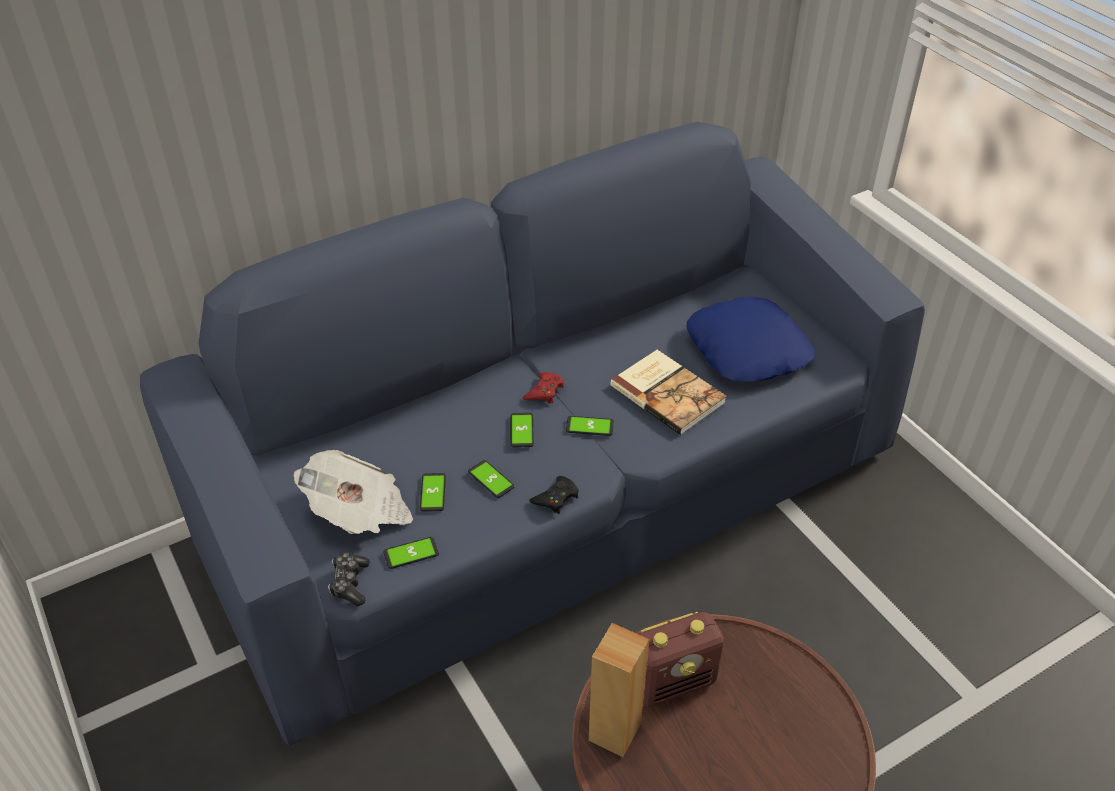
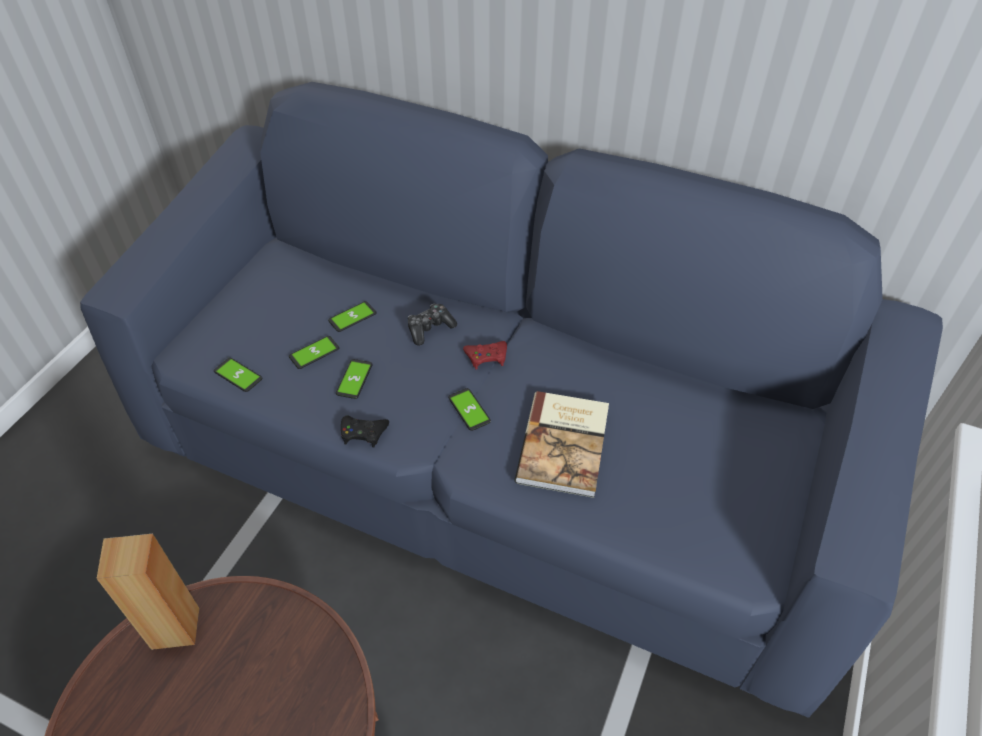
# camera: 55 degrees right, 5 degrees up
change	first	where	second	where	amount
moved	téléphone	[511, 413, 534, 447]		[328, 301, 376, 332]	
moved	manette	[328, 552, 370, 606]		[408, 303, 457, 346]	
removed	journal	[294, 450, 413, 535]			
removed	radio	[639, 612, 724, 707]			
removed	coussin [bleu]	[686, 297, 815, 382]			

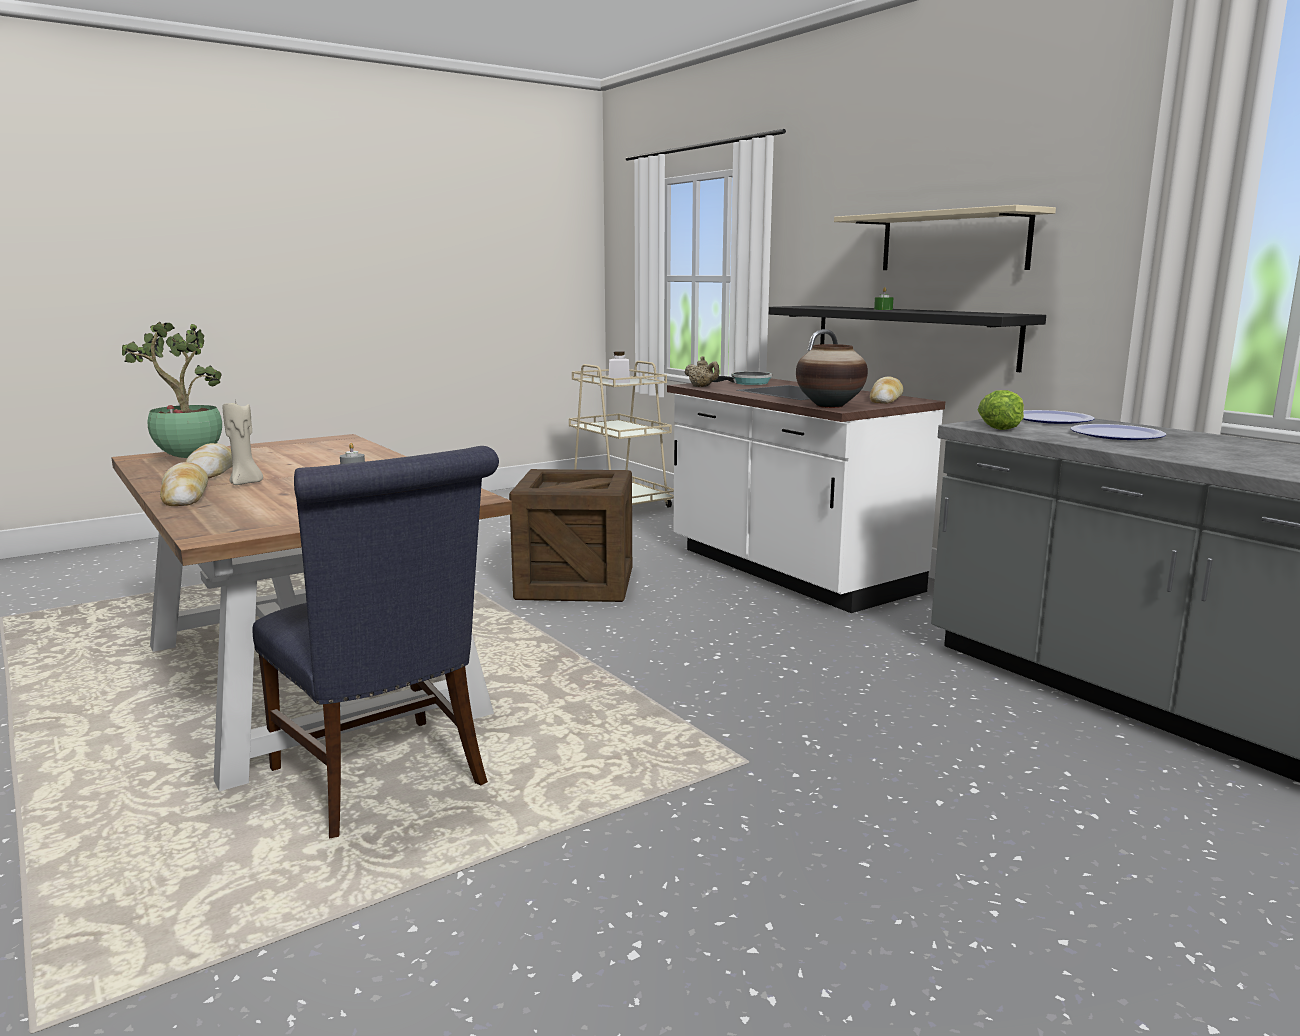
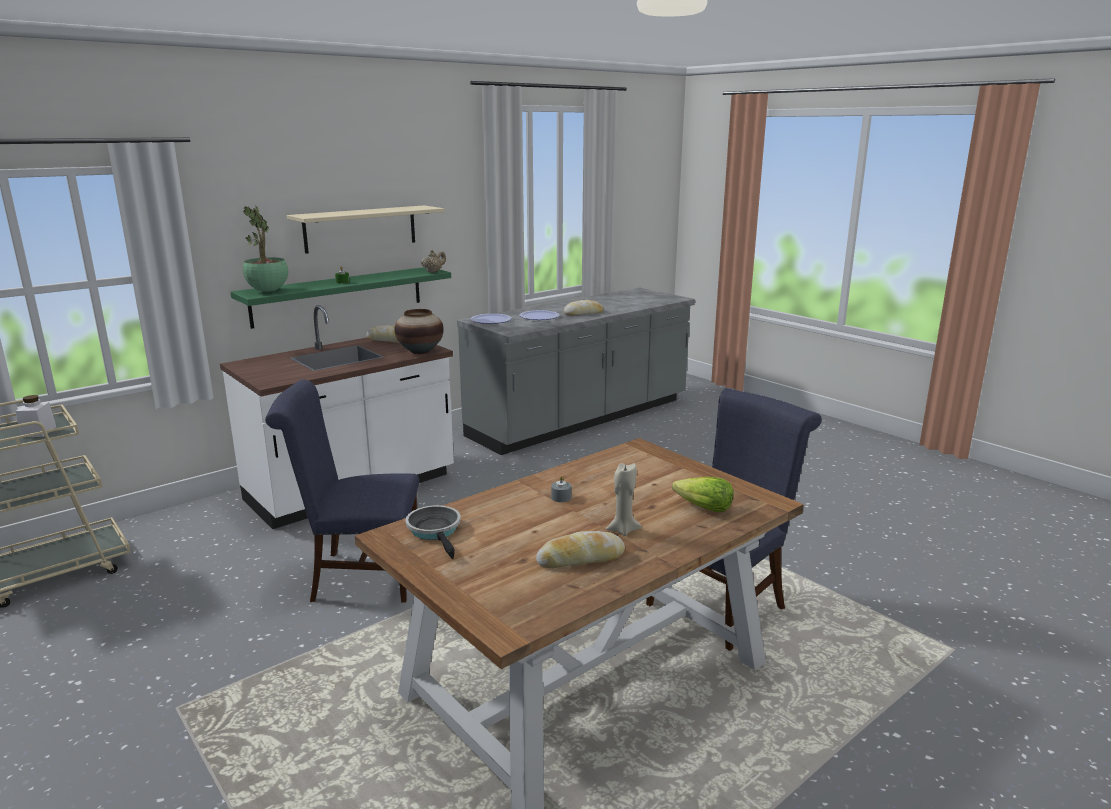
# camera: 95 degrees left, 5 degrees up
change	first	where	second	where	amount
recoloured	étagère [noir]	[769, 306, 1046, 372]	étagère [vert]	[230, 267, 451, 329]	
moved	plante en pot	[122, 322, 222, 458]		[243, 205, 288, 292]	
replaced	caisse	[509, 469, 632, 602]	chaise [bleu]	[265, 379, 419, 603]	
moved	poêle	[713, 372, 772, 385]		[405, 505, 461, 559]	
moved	théière [beige]	[685, 356, 720, 387]		[421, 250, 446, 273]	
moved	pain	[160, 462, 208, 506]		[564, 300, 603, 315]	
moved	laitue	[978, 390, 1024, 430]		[672, 477, 734, 512]	

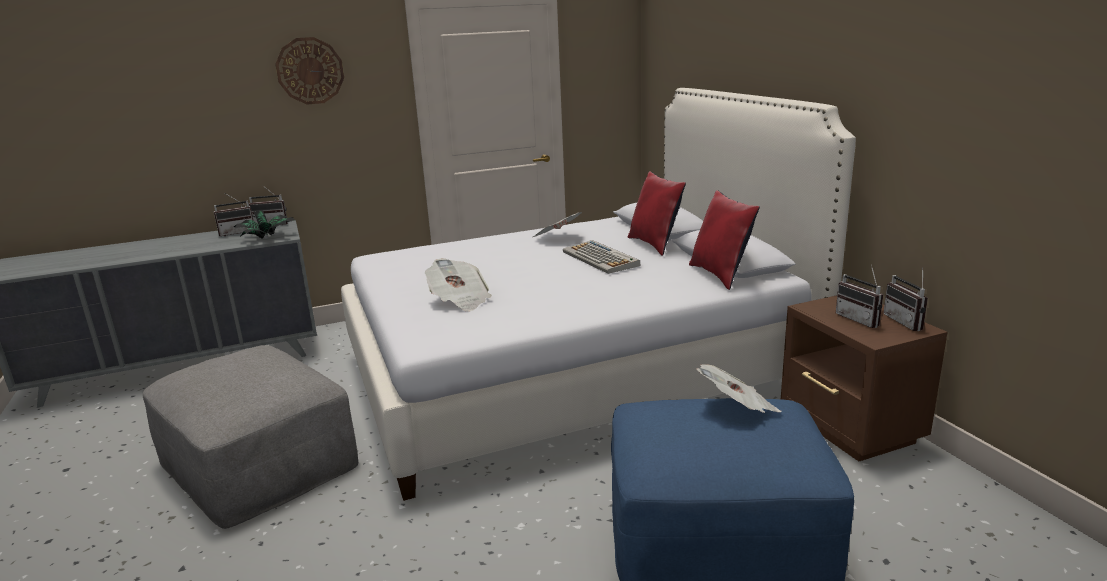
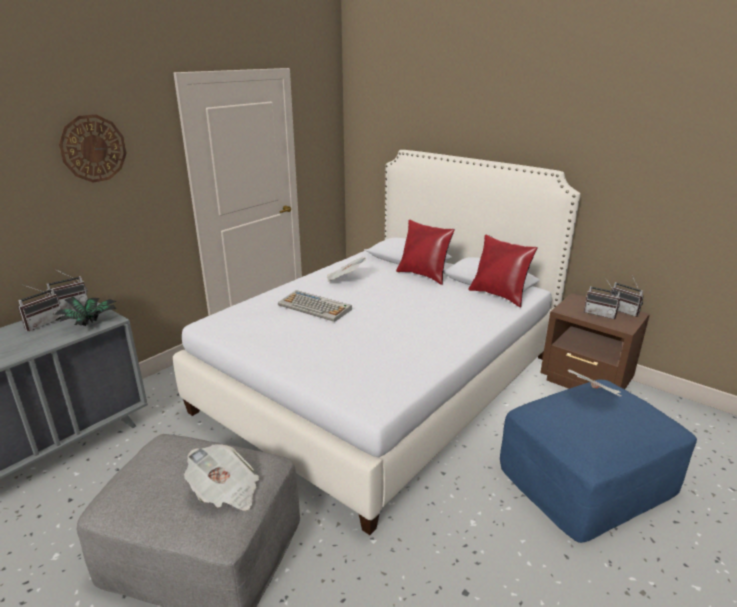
# camera: 30 degrees left, 5 degrees up
change	first	where	second	where	amount
moved	journal	[425, 258, 492, 312]		[184, 444, 259, 511]	
moved	clavier	[563, 240, 640, 274]		[278, 290, 352, 322]	

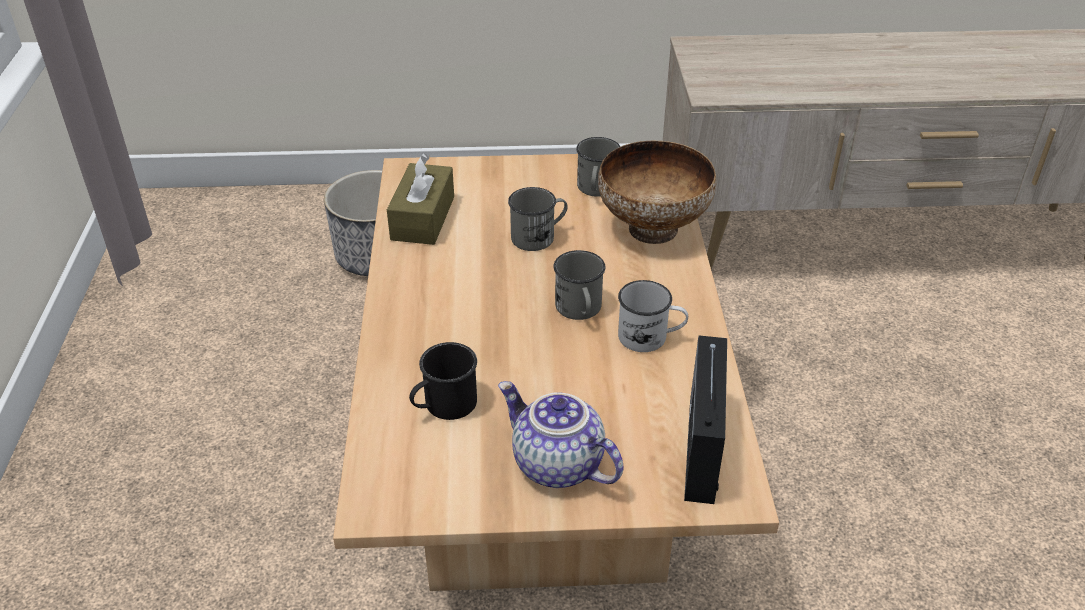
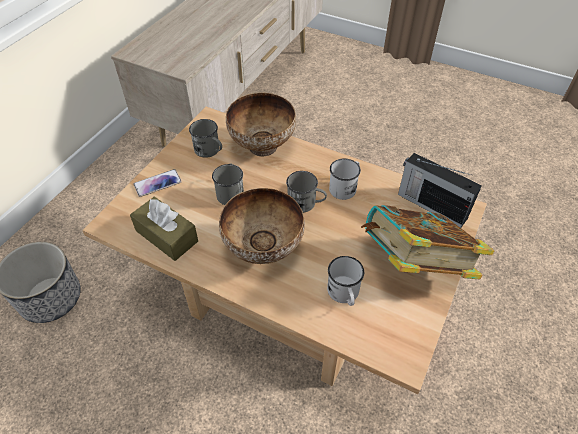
# camera: 60 degrees left, 10 degrees up
change	first	where	second	where	amount
added			téléphone	[134, 169, 182, 197]	
added			bol	[219, 188, 305, 264]	
recoloured	mug [noir]	[409, 342, 477, 420]	mug [blanc]	[327, 256, 364, 306]	
replaced	théière	[498, 381, 624, 488]	livre	[361, 205, 494, 280]	

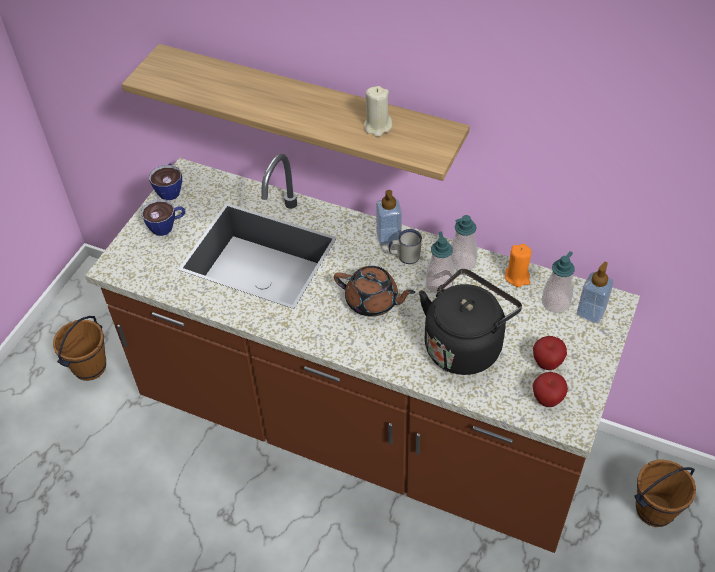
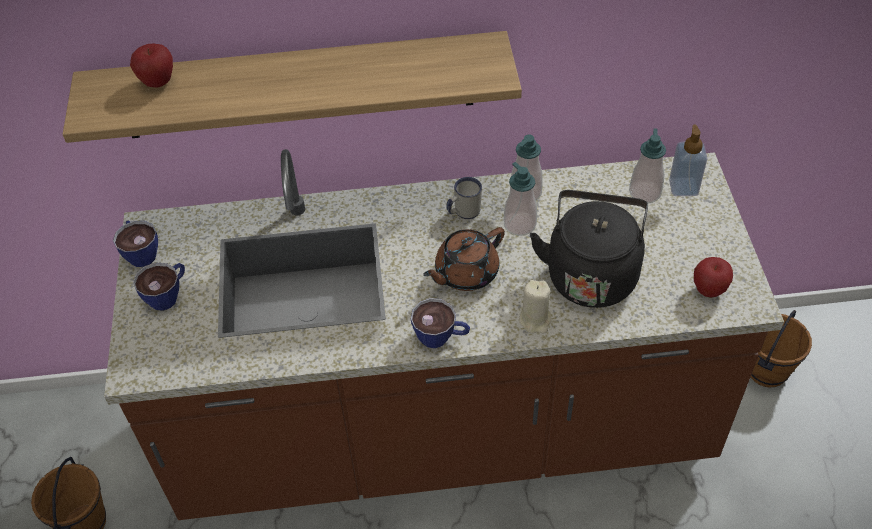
# camera: 30 degrees left, 0 degrees up
change	first	where	second	where	amount
moved	pomme	[533, 336, 567, 370]		[130, 44, 173, 88]	
added			tasse	[411, 298, 470, 348]	
turned	théière [marron]	[334, 266, 415, 317]		[423, 227, 505, 291]	150 degrees clockwise
moved	bougie [beige]	[364, 86, 392, 137]		[519, 280, 552, 334]	
removed	distributeur de savon	[376, 190, 402, 245]			
removed	bougie [orange]	[505, 244, 531, 287]			

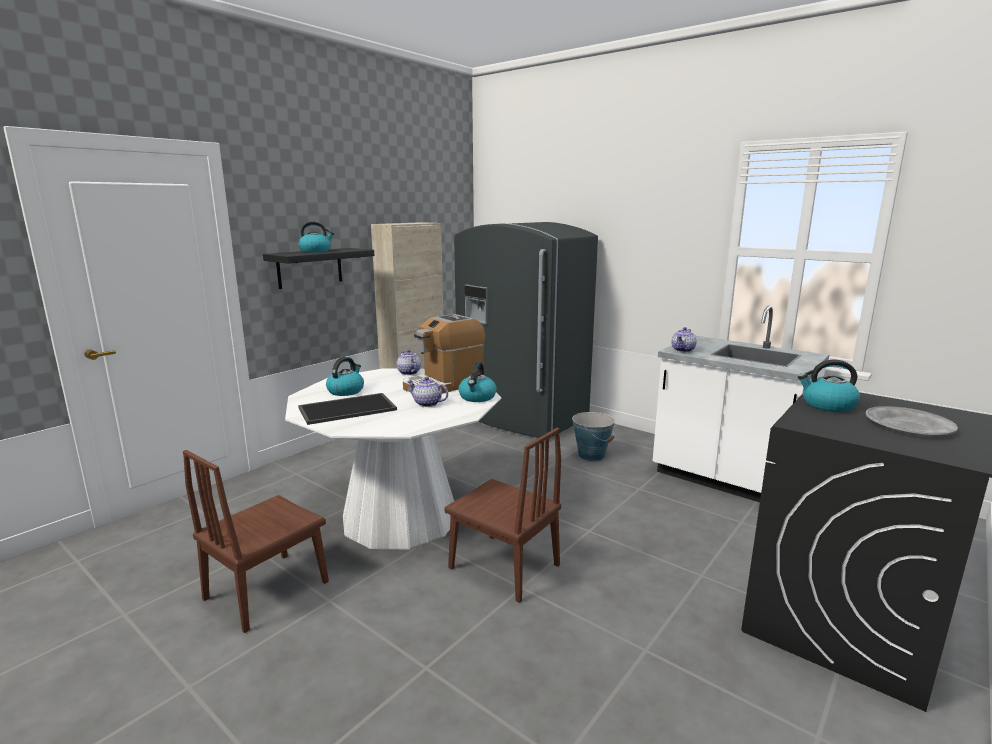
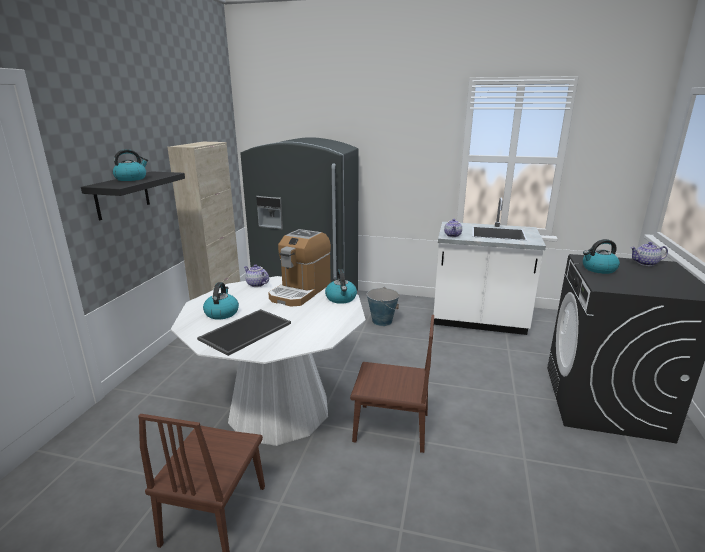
# camera: 25 degrees left, 5 degrees up
change	first	where	second	where	amount
moved	théière	[407, 377, 448, 407]		[630, 242, 668, 266]	
removed	assiette [gris]	[865, 406, 958, 435]			

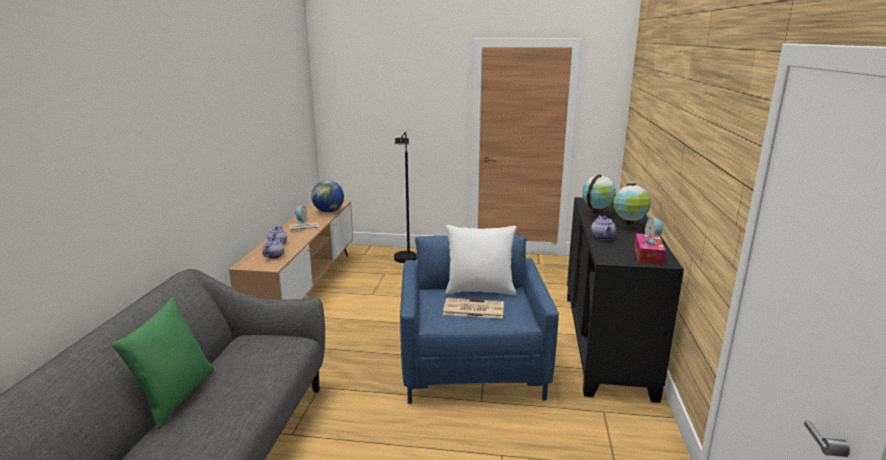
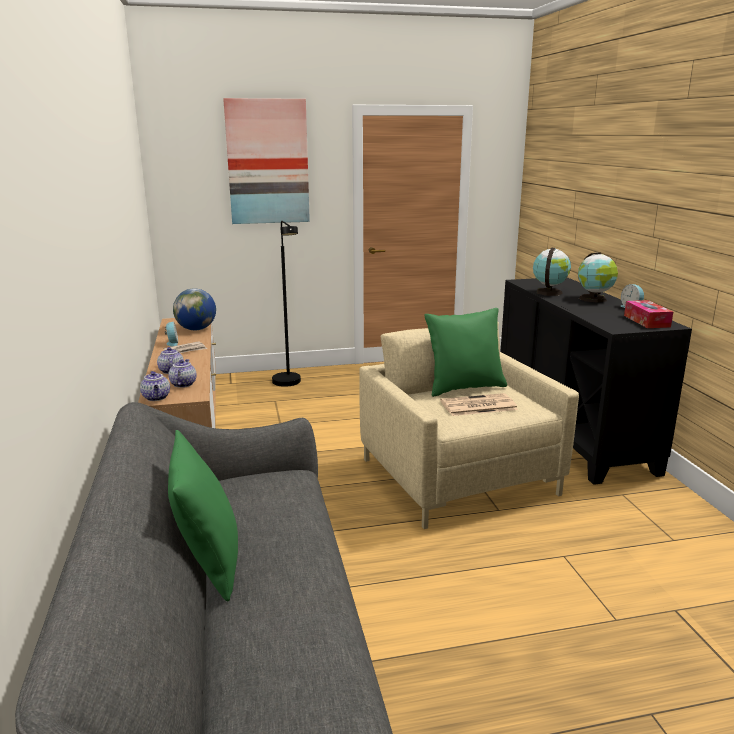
# camera: 20 degrees left, 0 degrees up
change	first	where	second	where	amount
moved	théière	[591, 215, 616, 240]		[140, 371, 170, 401]	
added			tableau	[223, 98, 310, 224]	
recoloured	fauteuil [bleu]	[400, 236, 559, 404]	fauteuil [beige]	[359, 322, 579, 529]	
recoloured	coussin [blanc]	[445, 225, 517, 295]	coussin [vert]	[424, 308, 507, 397]	

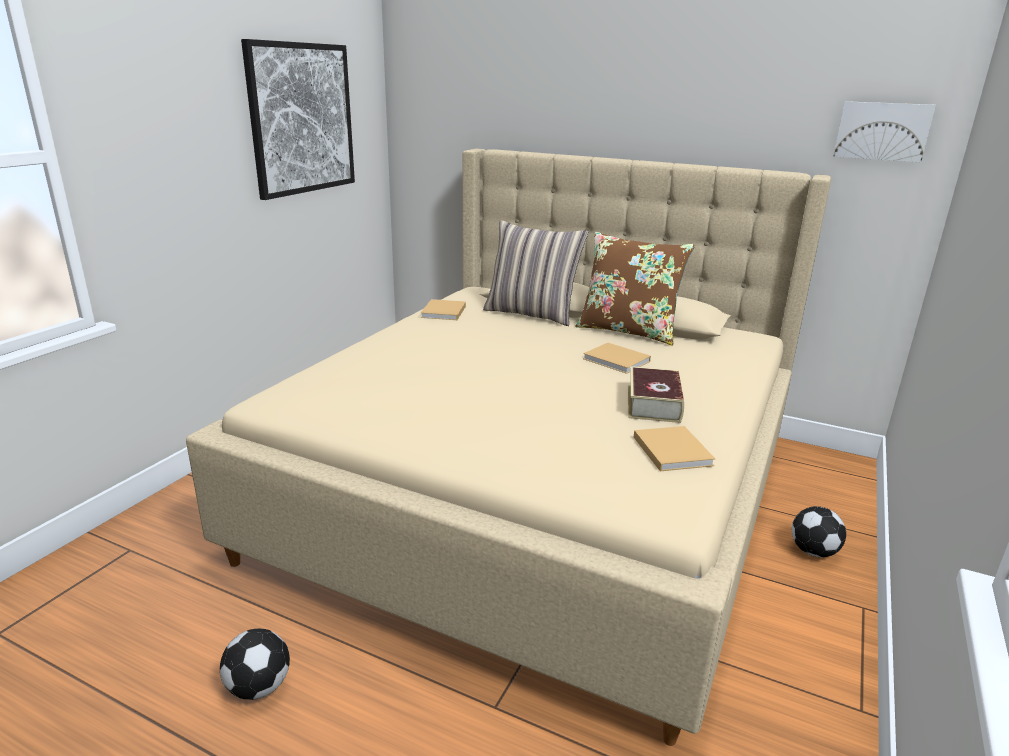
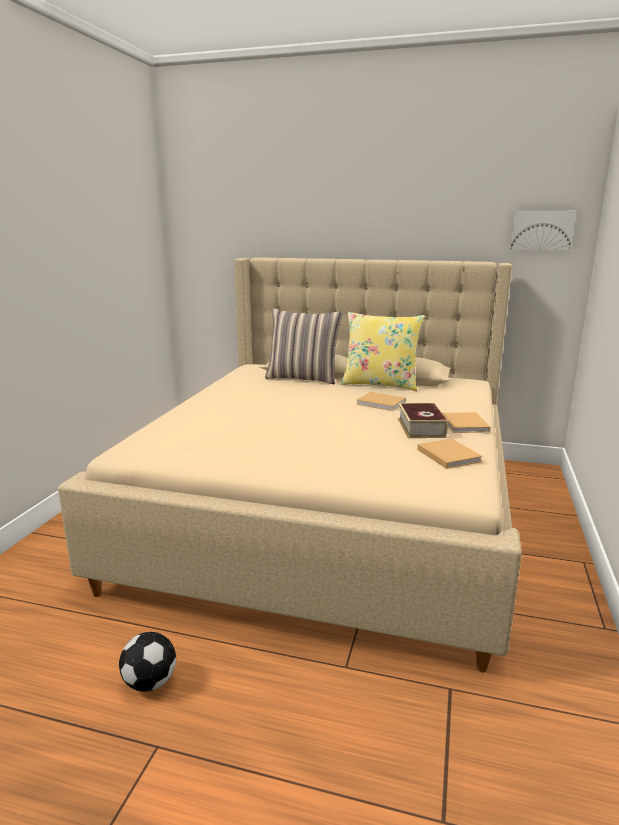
# camera: 10 degrees left, 5 degrees down
change	first	where	second	where	amount
recoloured	coussin [marron]	[575, 232, 695, 346]	coussin [jaune]	[340, 312, 425, 391]	
moved	livre [beige]	[421, 299, 466, 320]		[442, 412, 491, 433]	
removed	tableau	[241, 39, 355, 200]			
removed	ballon de foot	[792, 506, 846, 557]			

